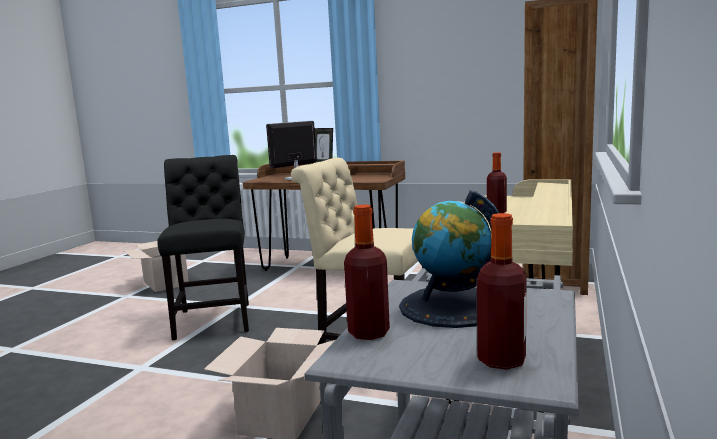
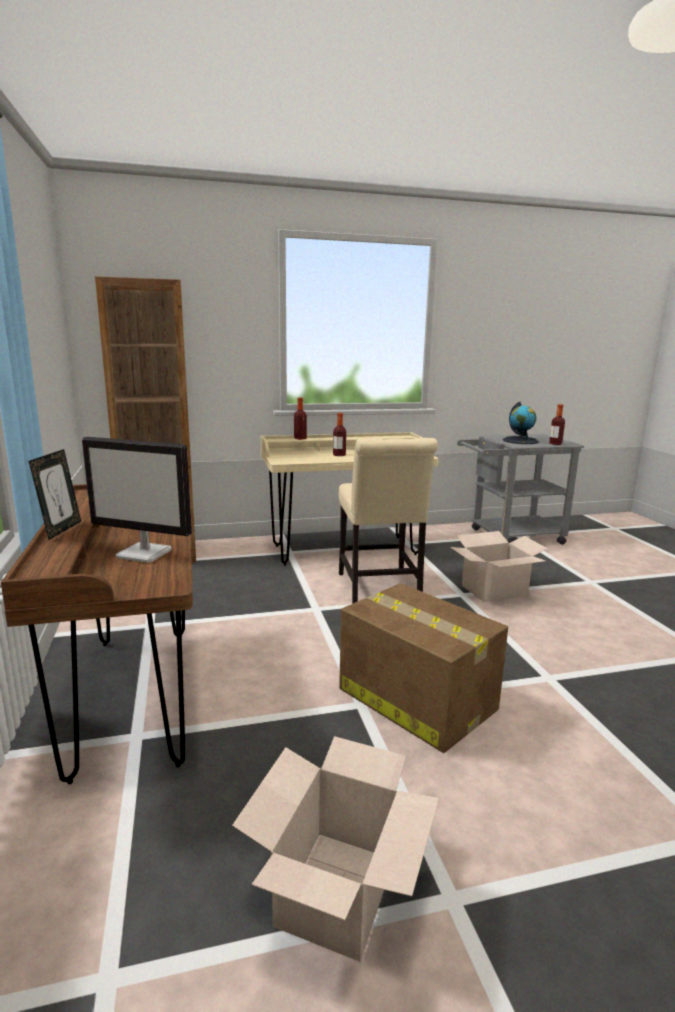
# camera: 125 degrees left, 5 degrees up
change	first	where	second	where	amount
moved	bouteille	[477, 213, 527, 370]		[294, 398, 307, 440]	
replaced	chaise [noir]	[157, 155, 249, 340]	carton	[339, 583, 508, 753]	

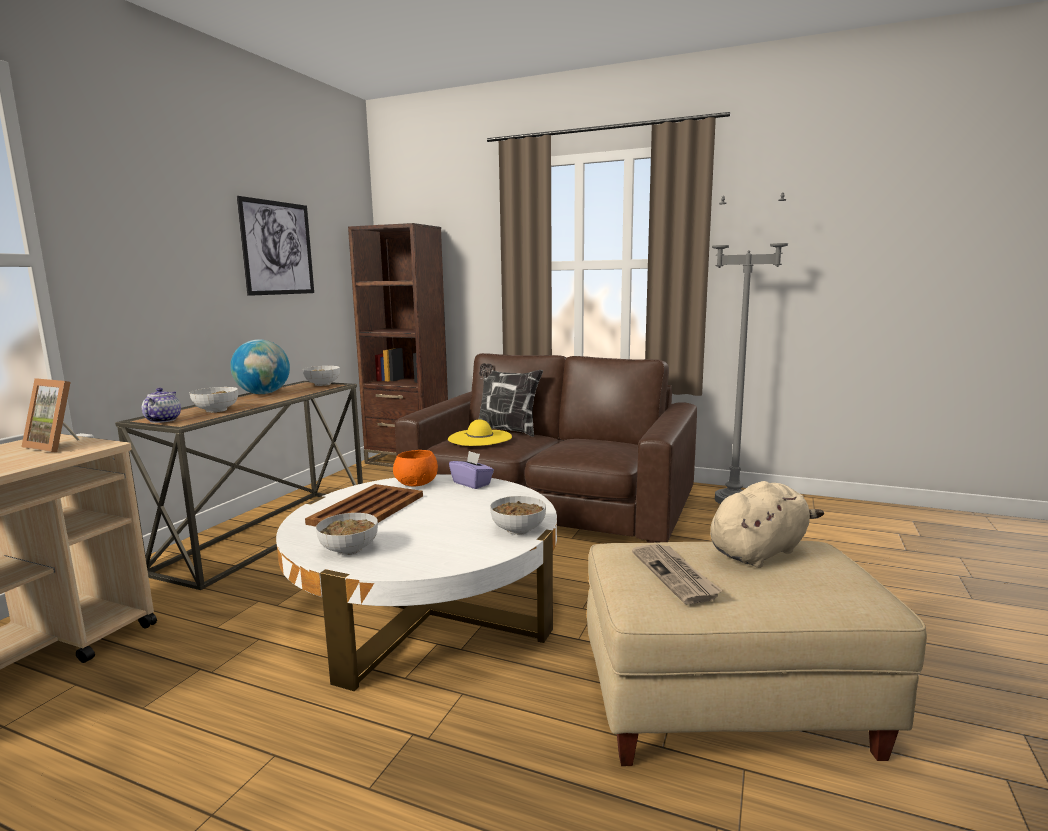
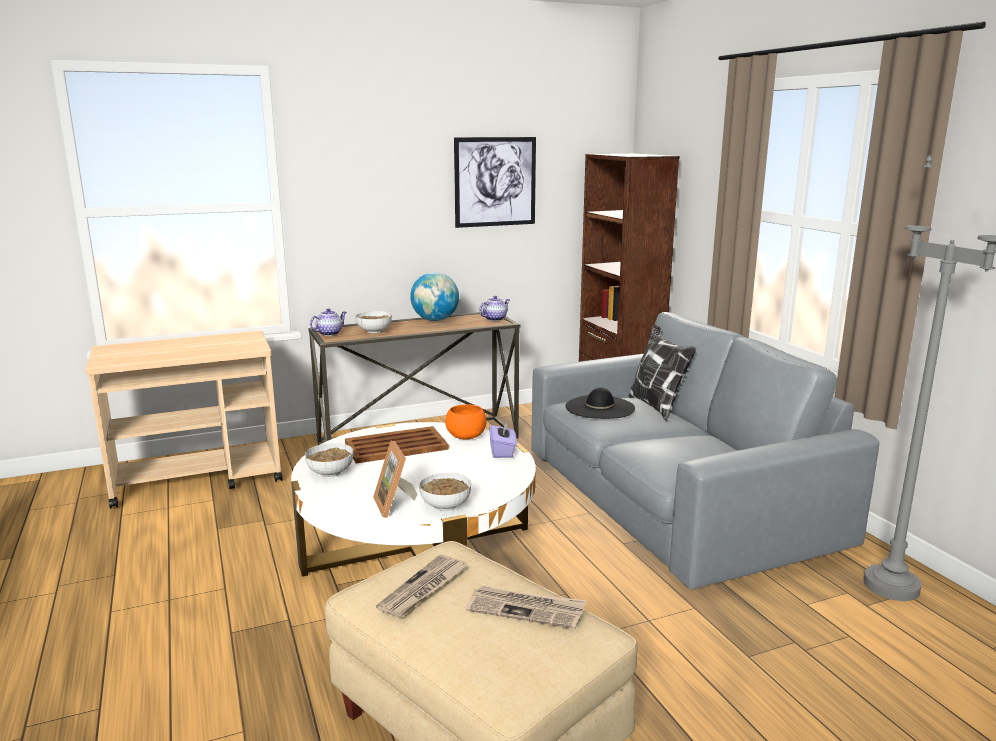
# camera: 45 degrees right, 5 degrees up
change	first	where	second	where	amount
moved	cadre photo	[21, 378, 79, 452]		[373, 441, 417, 518]	
replaced	peluche [beige]	[710, 481, 824, 568]	journal	[466, 586, 586, 629]	
replaced	bol	[303, 366, 340, 386]	théière	[479, 296, 510, 321]	
recoloured	canapé [marron]	[395, 353, 697, 543]	canapé [gris]	[531, 312, 879, 589]	
recoloured	chapeau [jaune]	[448, 419, 512, 446]	chapeau [noir]	[565, 387, 635, 419]	

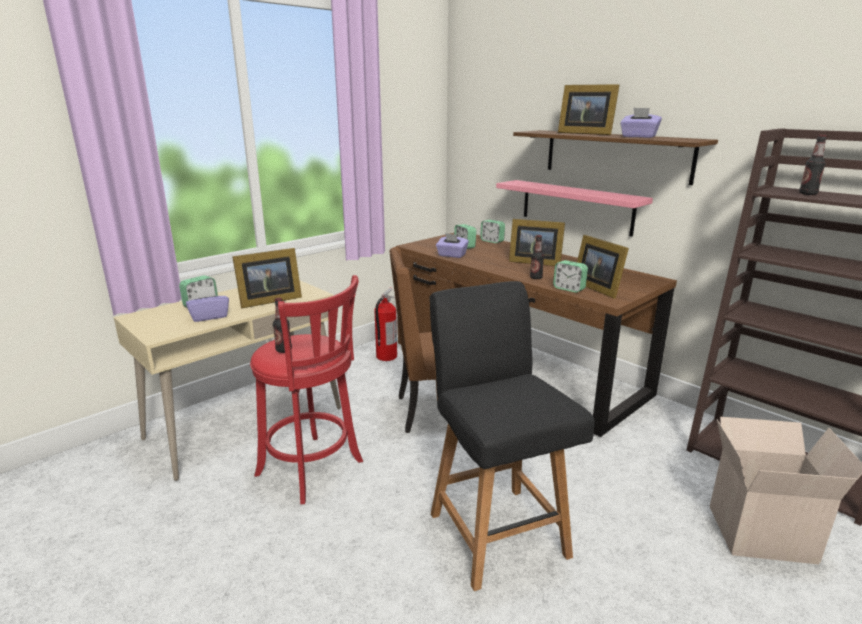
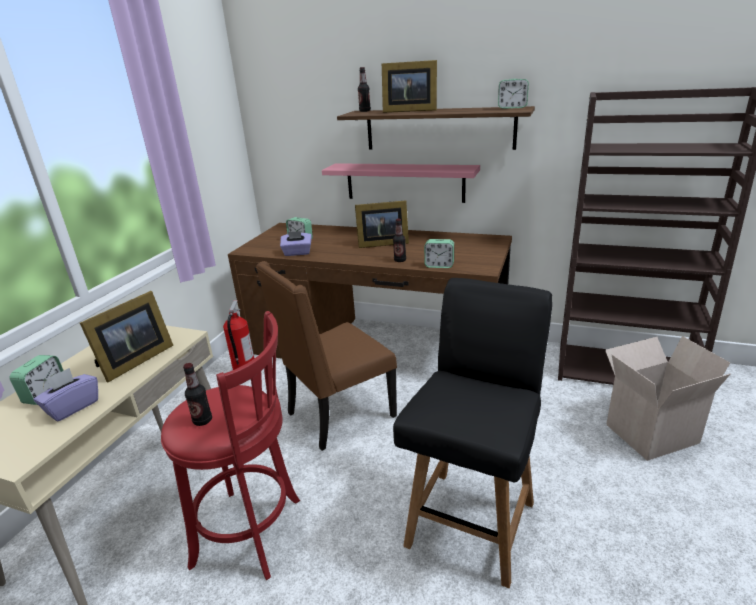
# camera: 25 degrees left, 5 degrees up
change	first	where	second	where	amount
moved	bouteille	[799, 135, 827, 195]		[358, 67, 371, 112]	
turned	chaise [noir]	[429, 281, 595, 591]		[393, 278, 552, 588]	75 degrees clockwise
moved	réveil	[480, 220, 505, 243]		[498, 79, 529, 109]	
removed	cadre photo	[577, 235, 629, 299]			
removed	boîte à mouchoirs [violet]	[620, 108, 662, 138]			

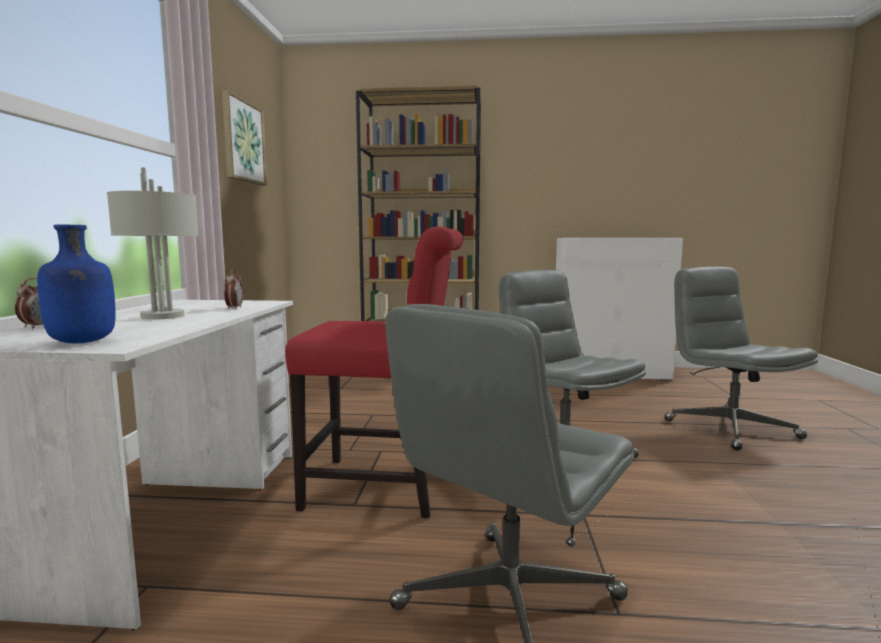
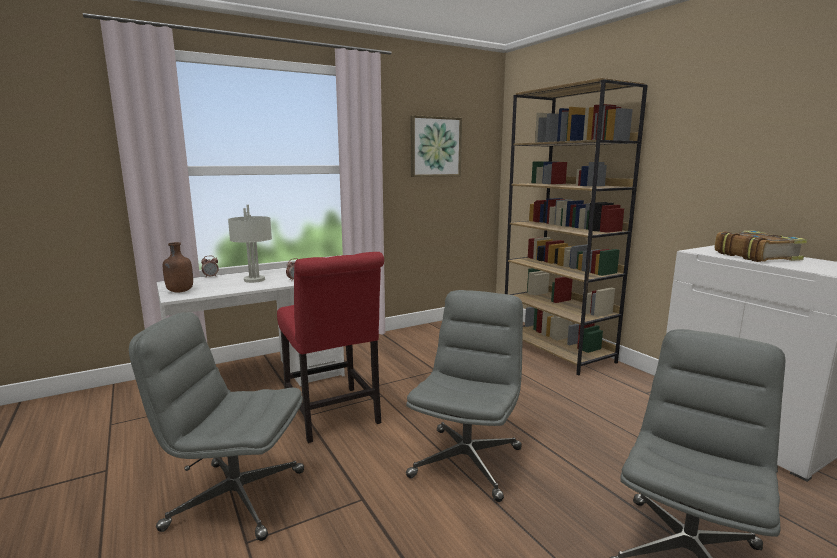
# camera: 55 degrees right, 5 degrees up
change	first	where	second	where	amount
recoloured	bouteille [bleu]	[37, 225, 116, 343]	bouteille [marron]	[163, 242, 193, 293]	
added			livre	[715, 231, 807, 262]	

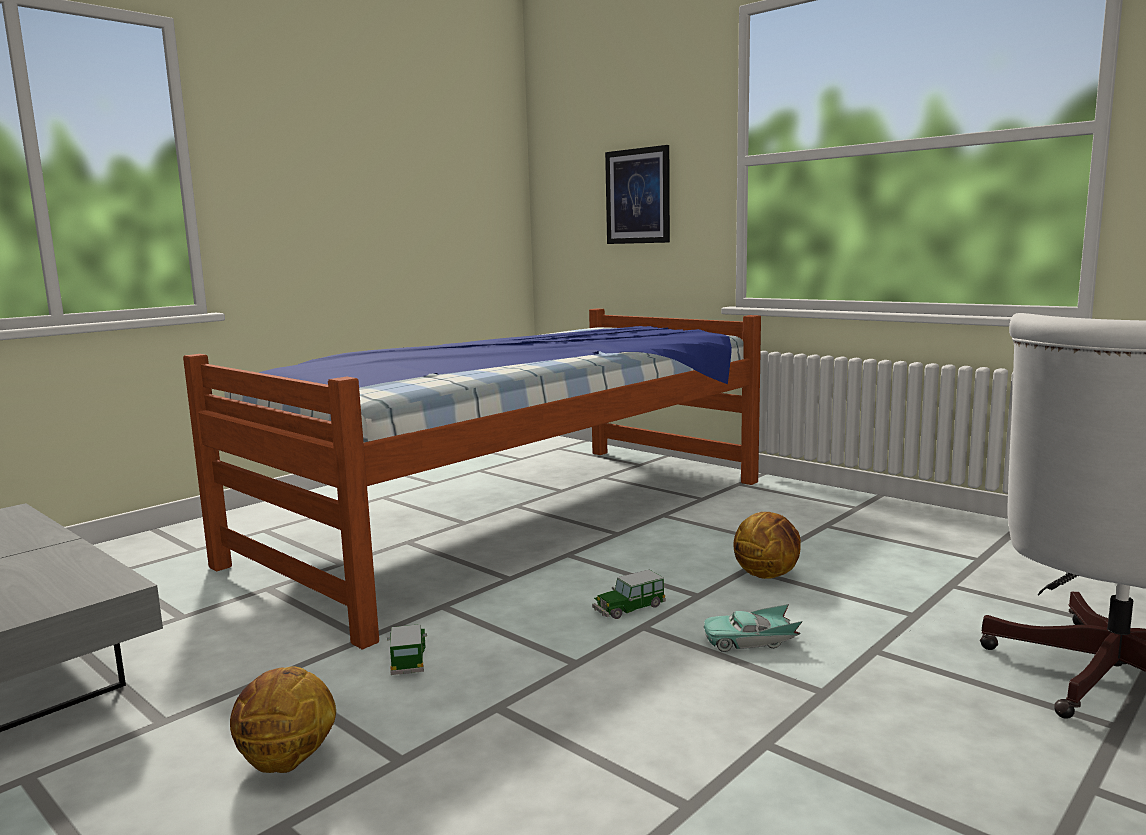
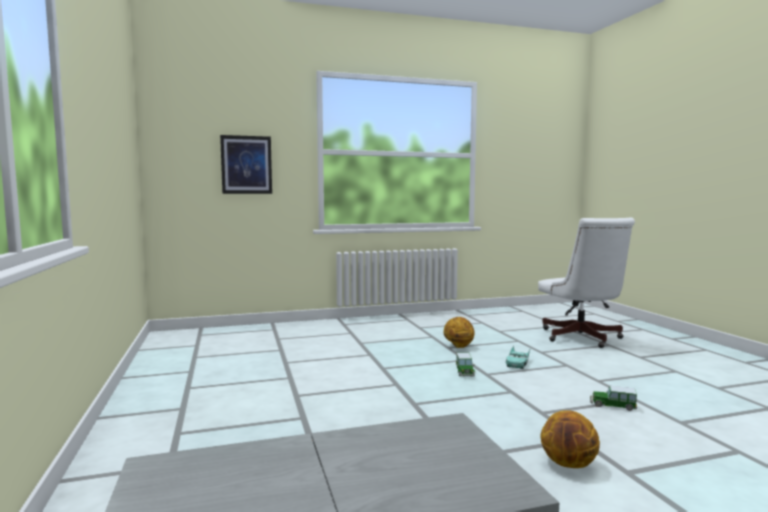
# camera: 60 degrees left, 5 degrees down
change	first	where	second	where	amount
moved	petite voiture	[387, 624, 427, 675]		[590, 386, 637, 411]	
removed	lit	[183, 309, 761, 650]			

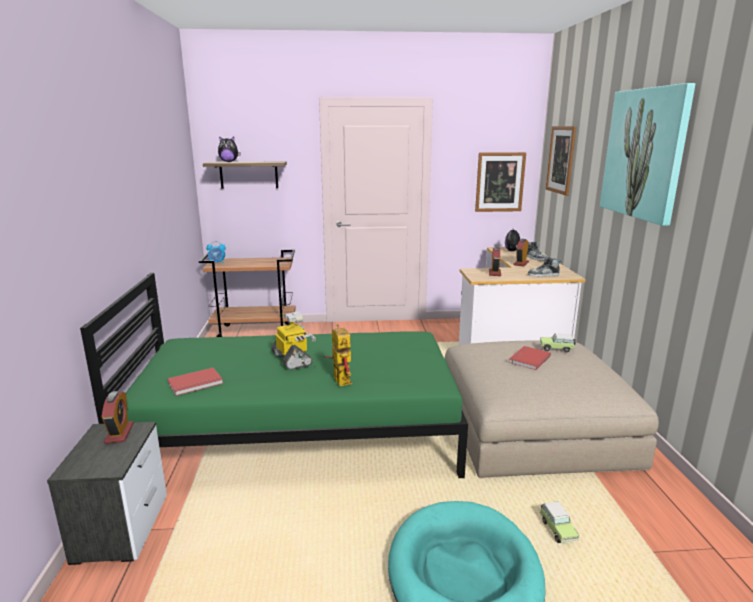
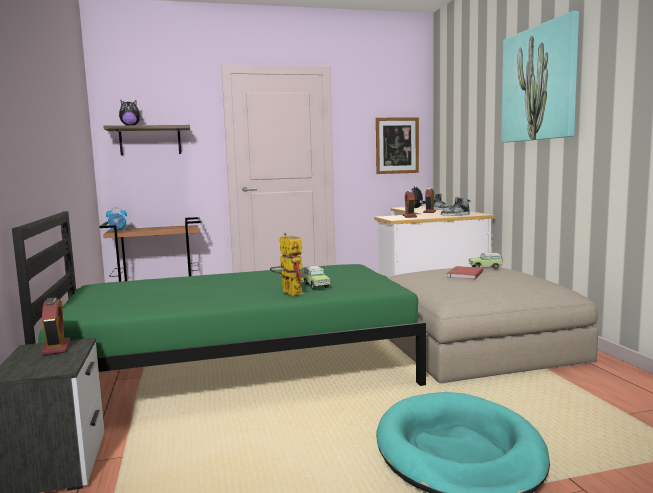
# camera: 10 degrees left, 10 degrees down
change	first	where	second	where	amount
moved	petite voiture	[540, 501, 579, 543]		[303, 266, 330, 289]	
removed	livre [rouge]	[167, 368, 223, 396]			
removed	robot jouet	[272, 311, 316, 370]			
removed	tableau	[546, 126, 576, 196]			

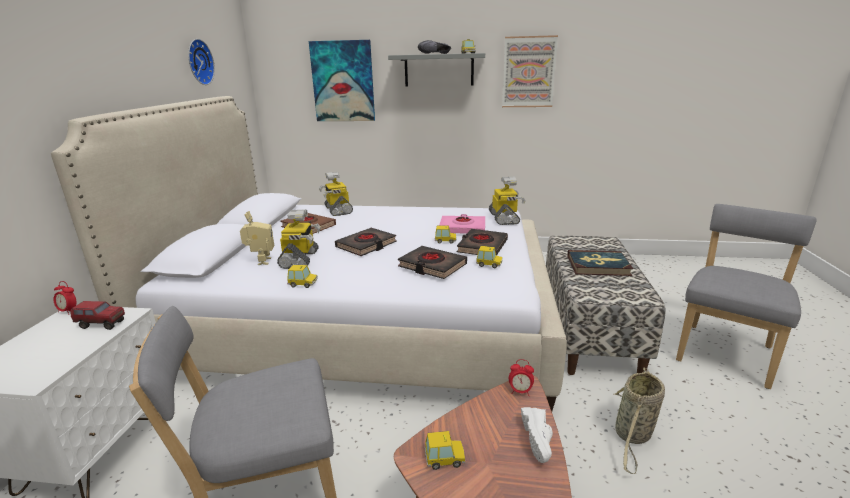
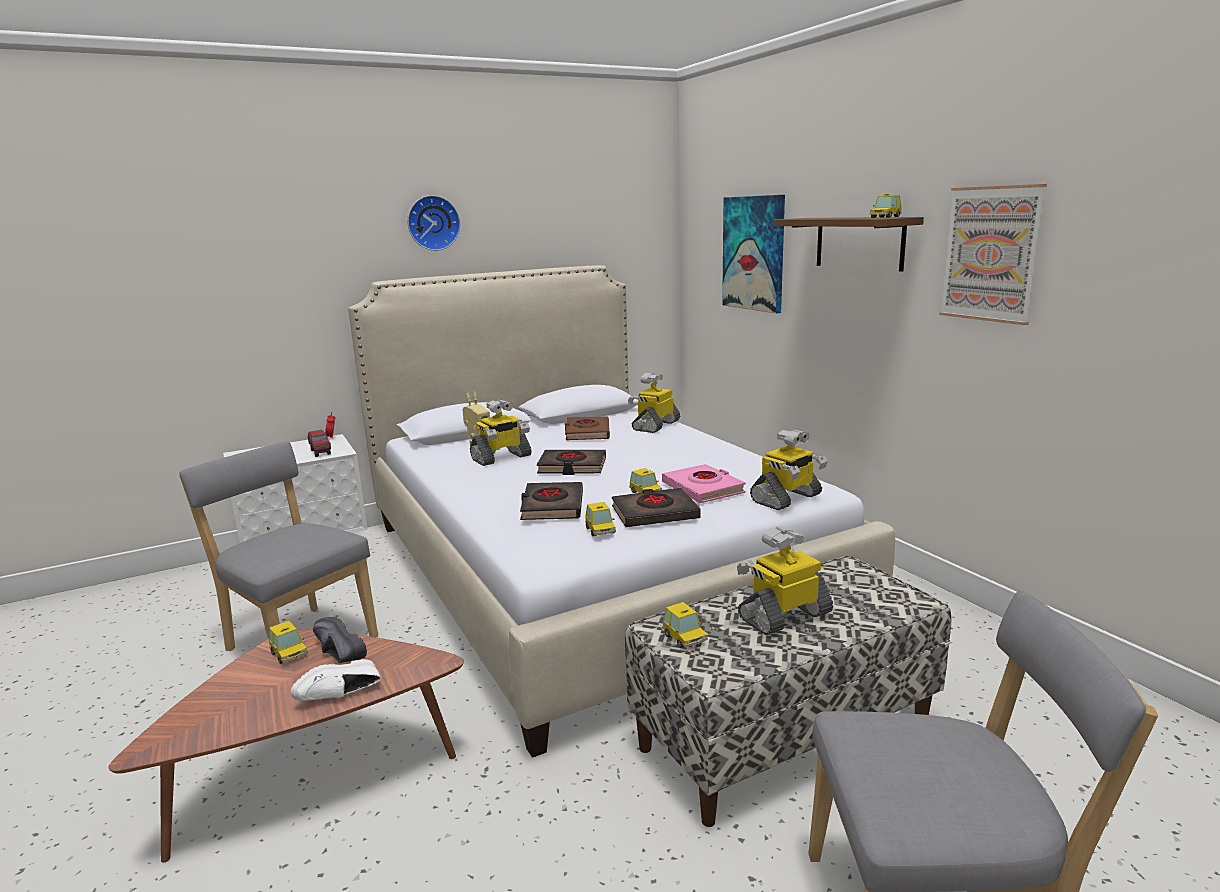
# camera: 55 degrees right, 5 degrees down
change	first	where	second	where	amount
moved	chaussure [noir]	[418, 40, 451, 54]		[313, 617, 367, 663]	
moved	horloge murale	[188, 39, 215, 85]		[407, 195, 460, 251]	
moved	petite voiture	[287, 265, 318, 288]		[662, 602, 707, 648]	
replaced	livre	[567, 250, 633, 276]	robot jouet	[737, 526, 833, 635]	
recoloured	étagère [gris]	[388, 53, 485, 86]	étagère [marron]	[773, 217, 924, 272]	
removed	réveil	[509, 359, 534, 396]			
removed	panier	[614, 368, 665, 474]			

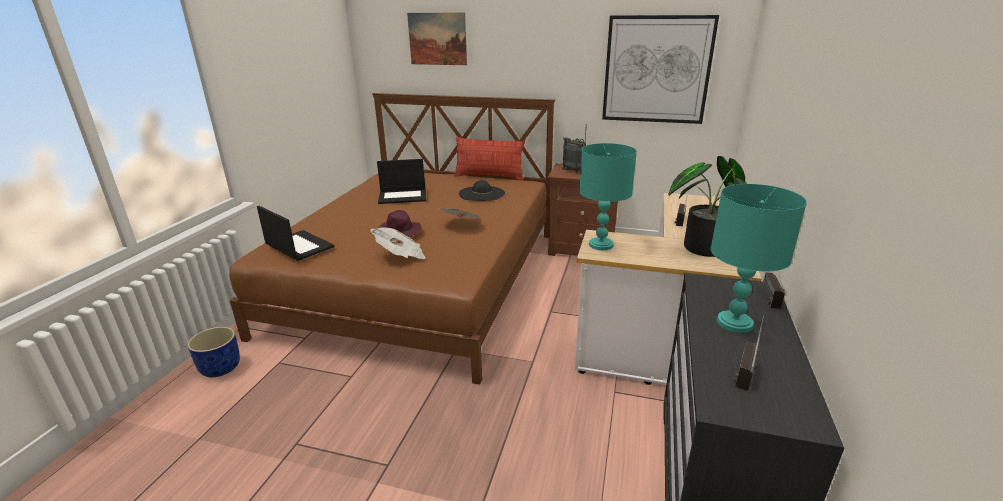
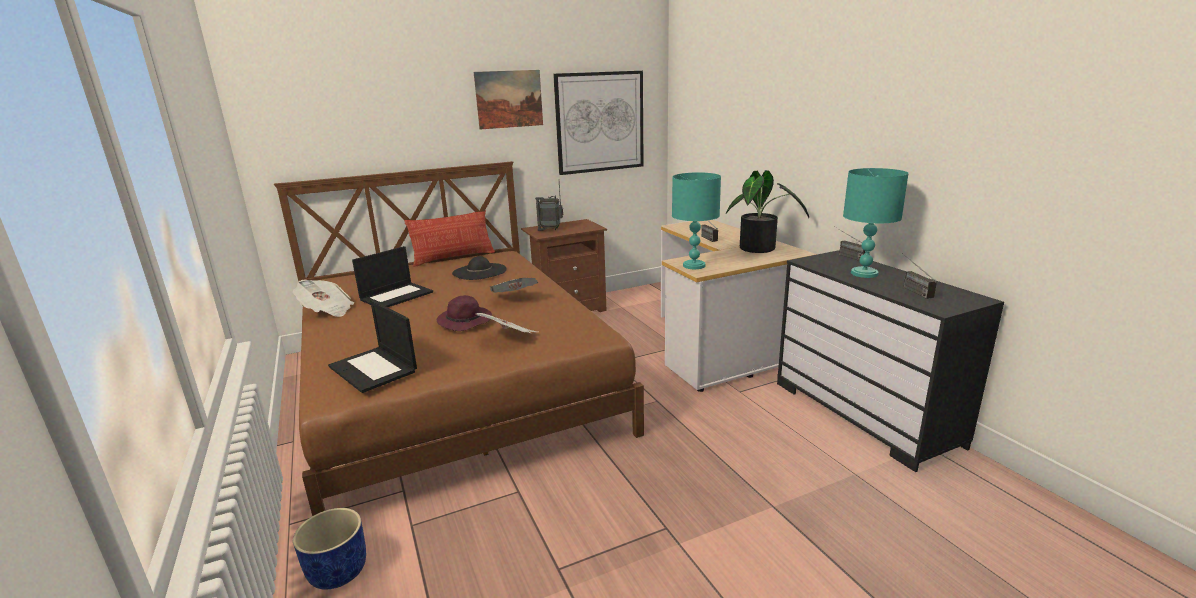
# camera: 40 degrees left, 5 degrees down
change	first	where	second	where	amount
added			journal	[293, 280, 354, 317]	
turned	ordinateur portable	[257, 206, 334, 261]		[328, 300, 417, 393]	135 degrees counterclockwise
moved	tableau	[407, 12, 467, 65]		[474, 70, 543, 130]	

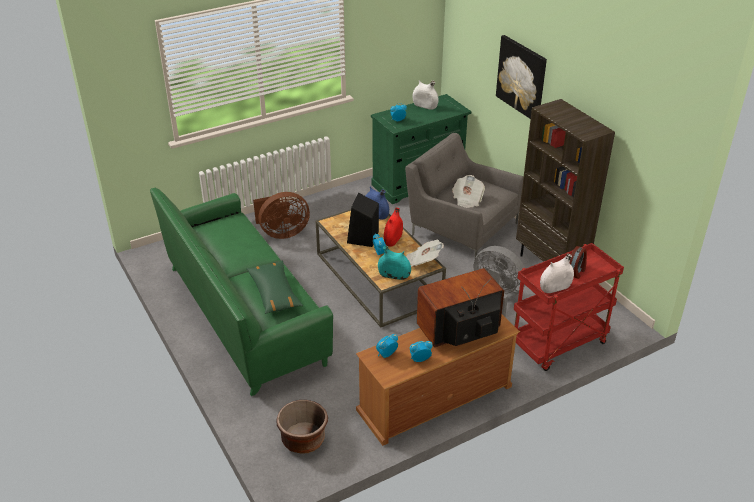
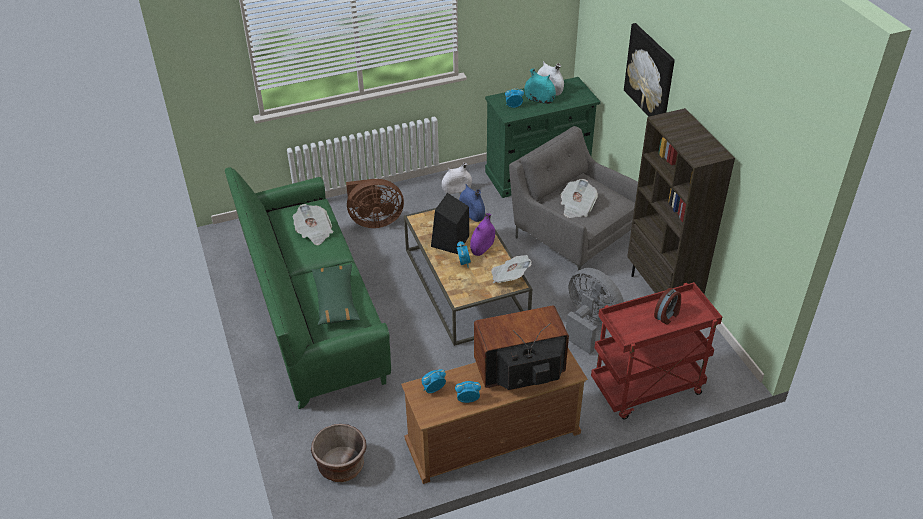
# camera: 10 degrees right, 5 degrees up
change	first	where	second	where	amount
added			journal	[293, 204, 333, 245]	
moved	vase [blanc]	[540, 253, 574, 293]		[442, 162, 472, 194]	
recoloured	vase [rouge]	[384, 208, 403, 247]	vase [violet]	[470, 213, 495, 256]	
moved	vase [turquoise]	[378, 246, 411, 280]		[524, 68, 556, 104]	

